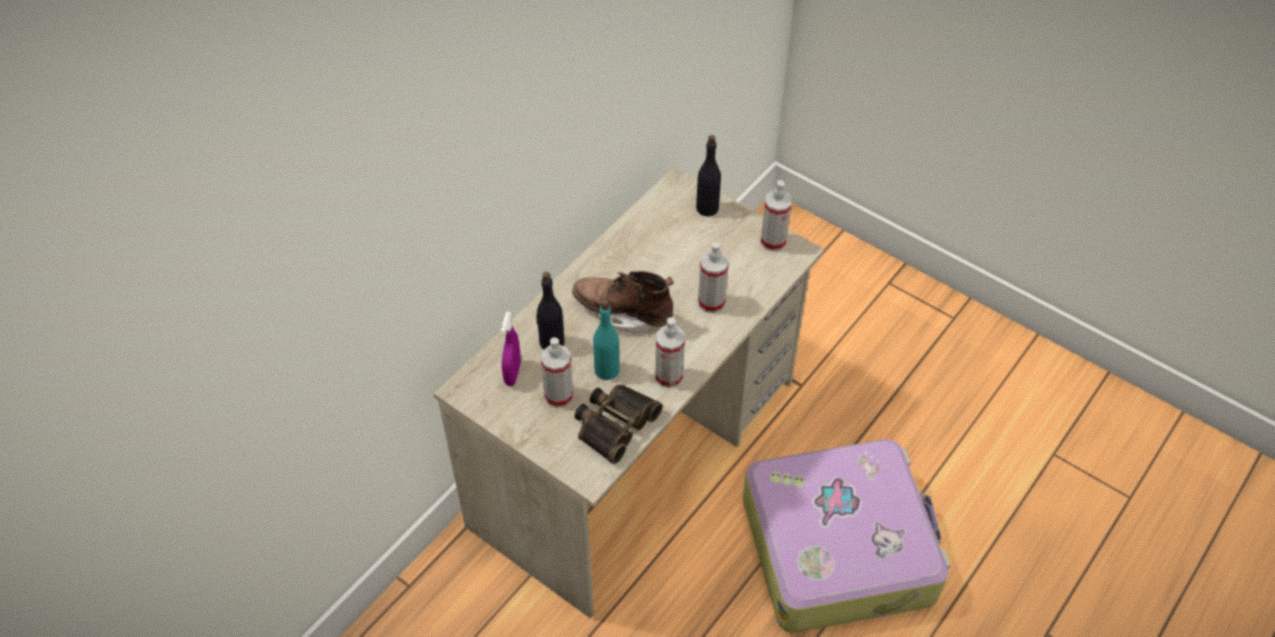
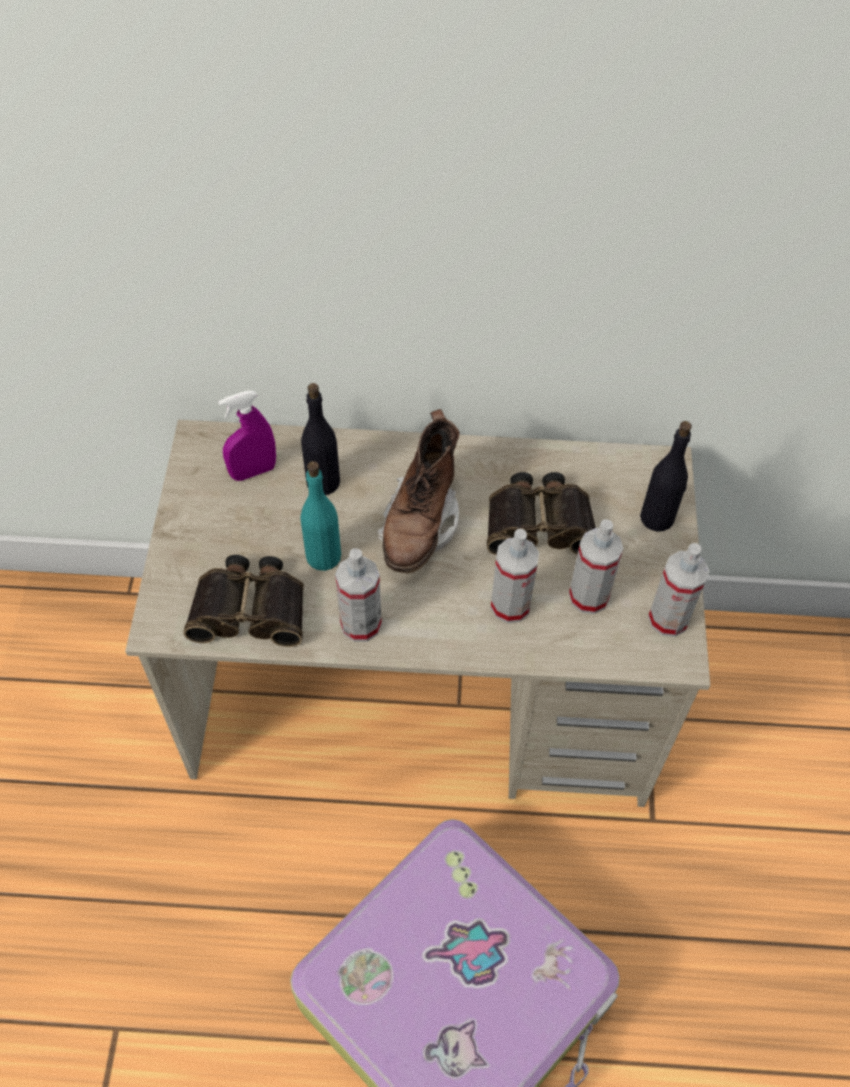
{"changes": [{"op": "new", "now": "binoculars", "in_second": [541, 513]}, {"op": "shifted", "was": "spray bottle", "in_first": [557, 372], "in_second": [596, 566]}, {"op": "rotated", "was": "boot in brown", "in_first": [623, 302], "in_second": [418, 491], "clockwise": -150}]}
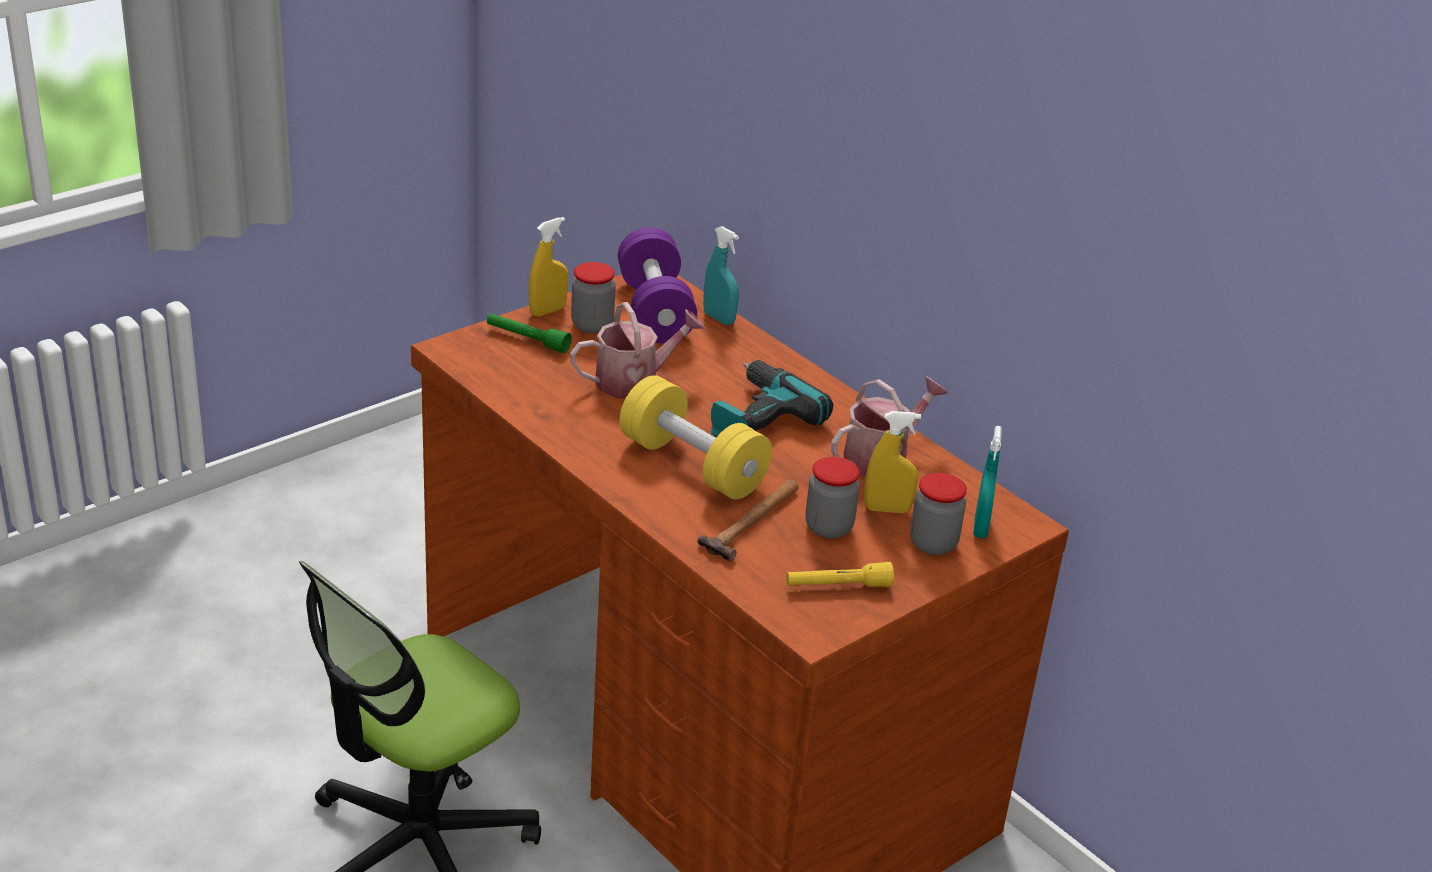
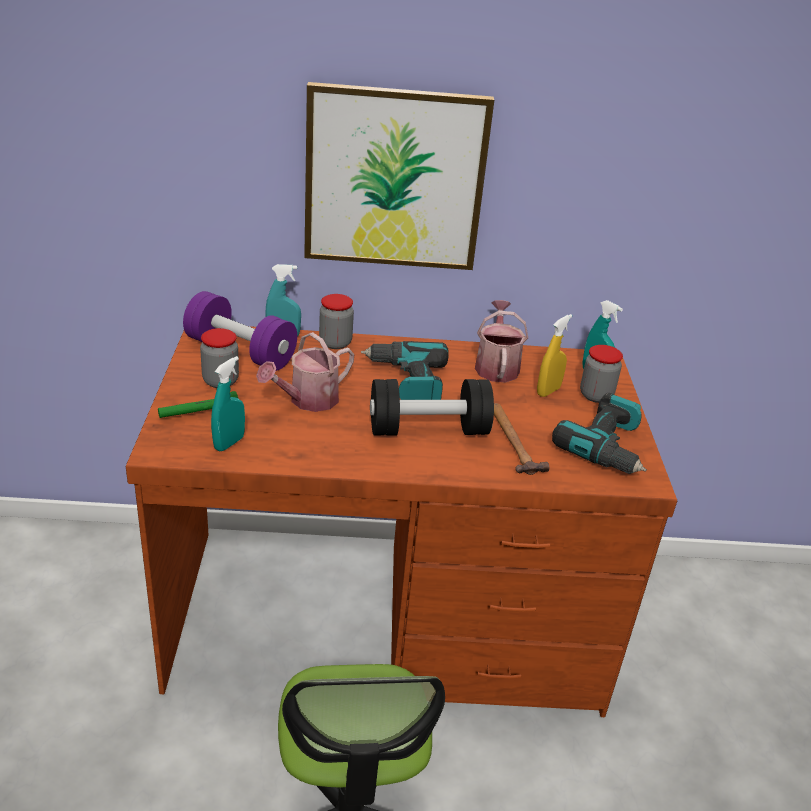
{"changes": [{"op": "gone", "was": "spray bottle in yellow", "in_first": [548, 266]}, {"op": "new", "now": "spray bottle in turquoise", "in_second": [228, 403]}, {"op": "new", "now": "picture", "in_second": [399, 176]}, {"op": "shifted", "was": "jar", "in_first": [833, 498], "in_second": [336, 321]}, {"op": "swapped", "was": "flashlight in yellow", "now": "power drill", "in_first": [840, 574], "in_second": [599, 433]}, {"op": "repainted", "was": "dumbbell in yellow", "now": "dumbbell in black", "in_first": [695, 437], "in_second": [432, 407]}, {"op": "rotated", "was": "watering can", "in_first": [637, 350], "in_second": [305, 372], "clockwise": -150}]}
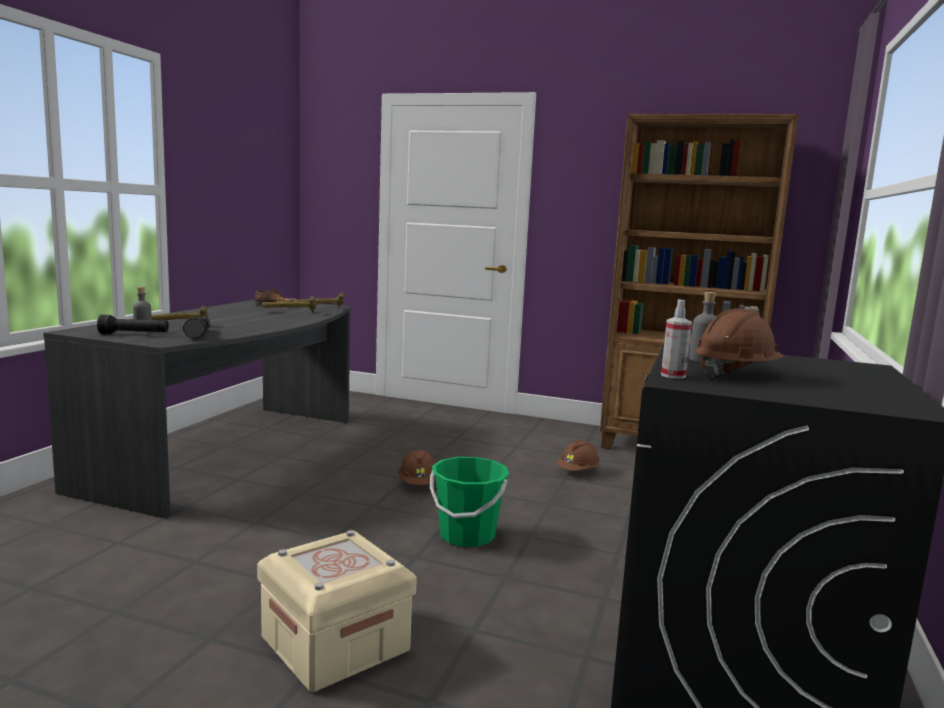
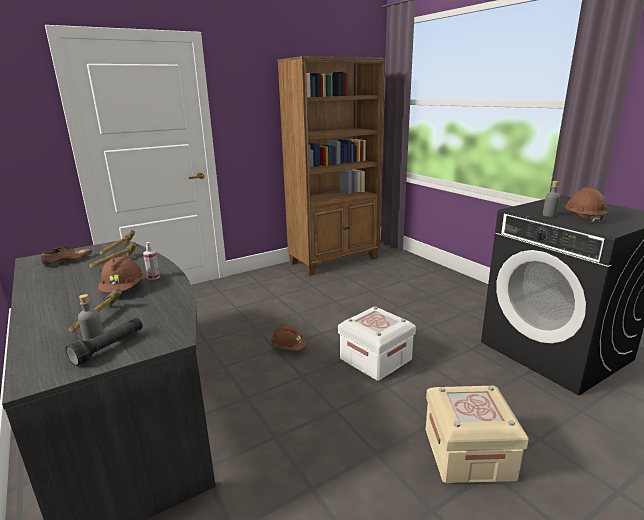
{"changes": [{"op": "gone", "was": "flashlight", "in_first": [196, 327]}, {"op": "shifted", "was": "hard hat in brown", "in_first": [578, 455], "in_second": [120, 274]}, {"op": "shifted", "was": "spray bottle", "in_first": [676, 339], "in_second": [151, 261]}, {"op": "swapped", "was": "bucket in green", "now": "storage box in white", "in_first": [469, 502], "in_second": [377, 343]}]}
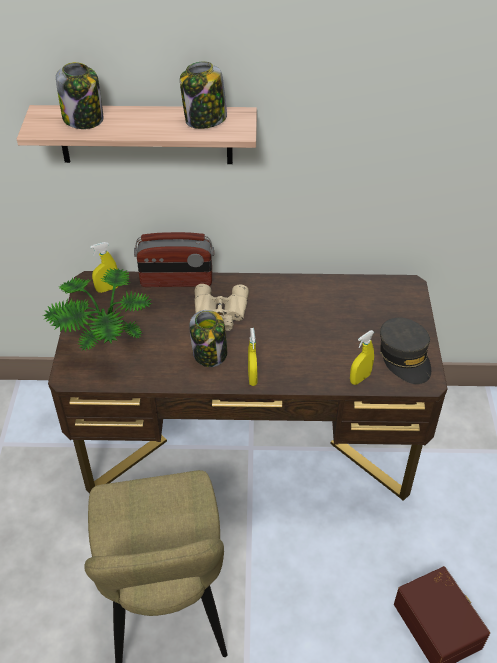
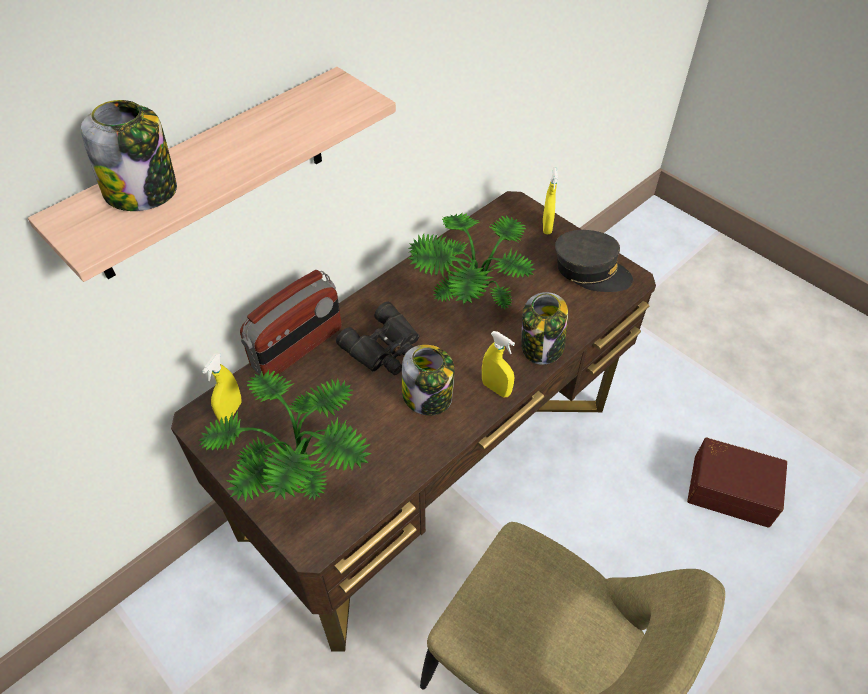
{"changes": [{"op": "new", "now": "potted plant", "in_second": [471, 261]}, {"op": "shifted", "was": "jar", "in_first": [203, 95], "in_second": [544, 328]}, {"op": "shifted", "was": "spray bottle in yellow", "in_first": [362, 357], "in_second": [550, 200]}, {"op": "repainted", "was": "binoculars in beige", "now": "binoculars in black", "in_first": [222, 307], "in_second": [377, 338]}]}
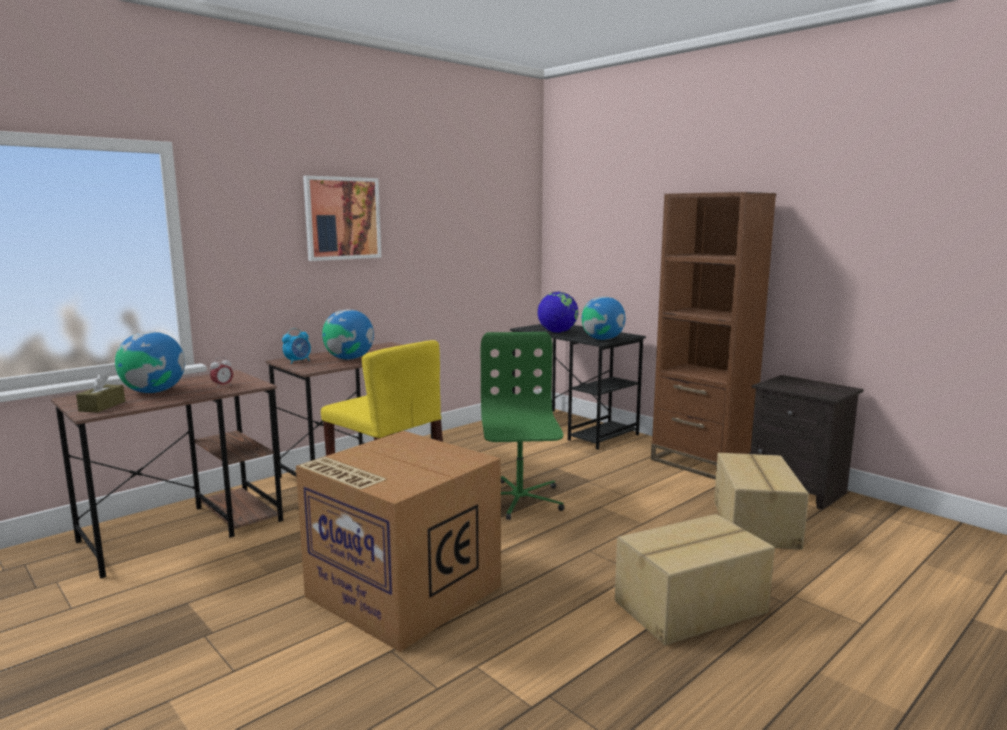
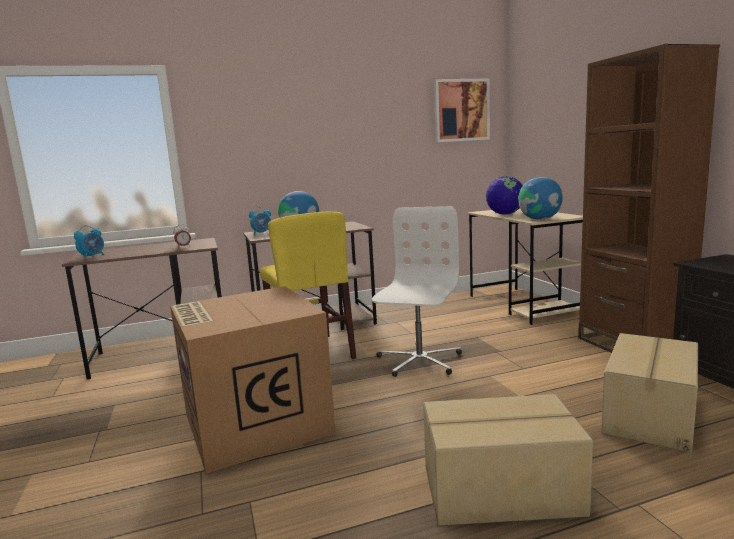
{"changes": [{"op": "gone", "was": "globe", "in_first": [150, 362]}, {"op": "shifted", "was": "picture", "in_first": [342, 218], "in_second": [462, 110]}, {"op": "swapped", "was": "tissue box in brown", "now": "alarm clock", "in_first": [100, 392], "in_second": [89, 242]}, {"op": "repainted", "was": "office chair in green", "now": "office chair in white", "in_first": [523, 426], "in_second": [417, 291]}, {"op": "repainted", "was": "desk in black", "now": "desk in beige", "in_first": [578, 387], "in_second": [525, 266]}]}
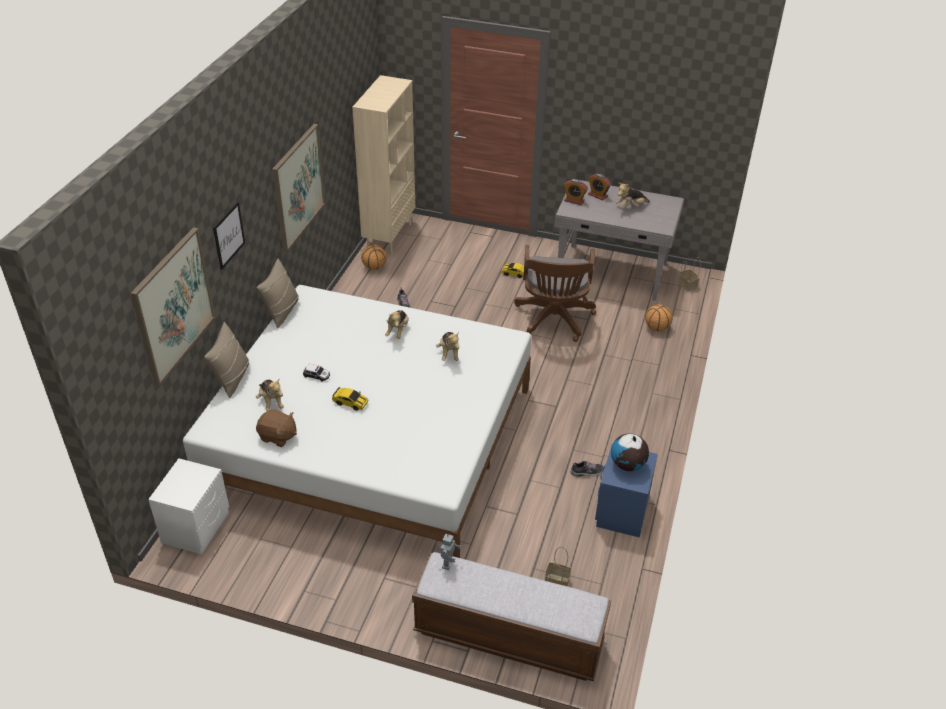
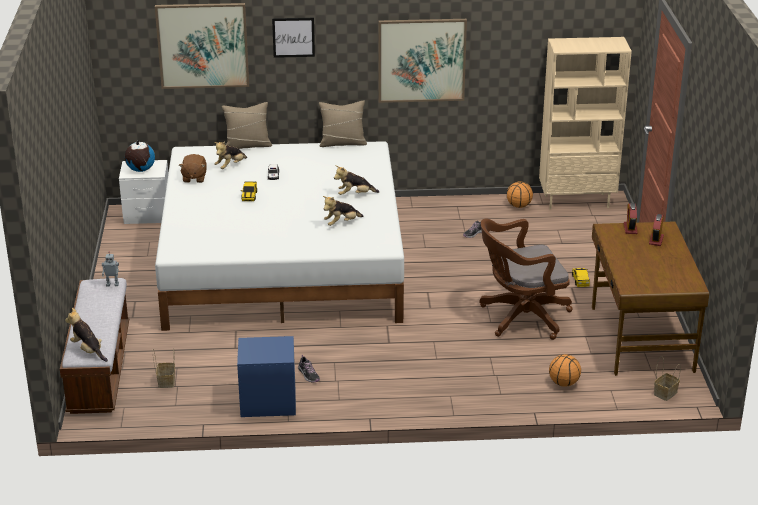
{"changes": [{"op": "shifted", "was": "globe", "in_first": [630, 452], "in_second": [140, 156]}, {"op": "shifted", "was": "plush toy", "in_first": [632, 196], "in_second": [86, 335]}, {"op": "repainted", "was": "desk in grey", "now": "desk in brown", "in_first": [619, 240], "in_second": [650, 298]}]}
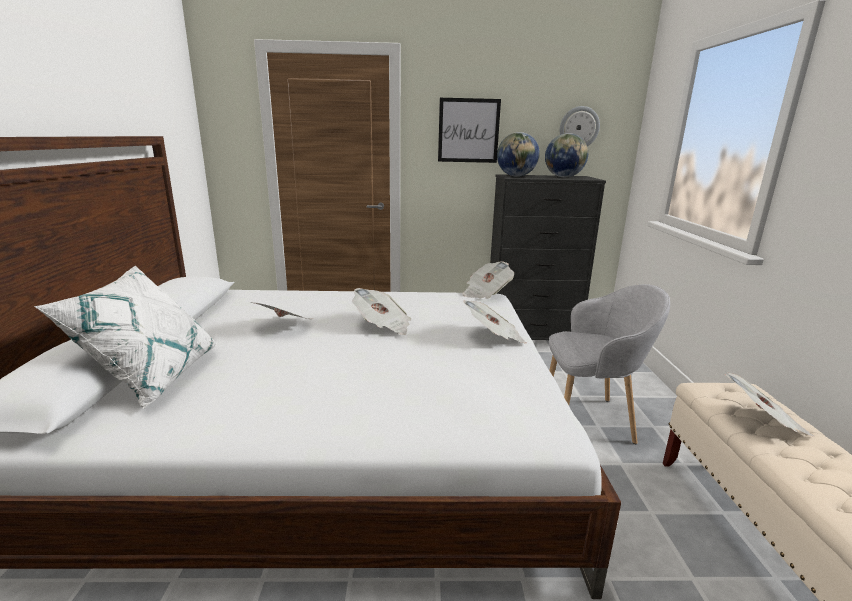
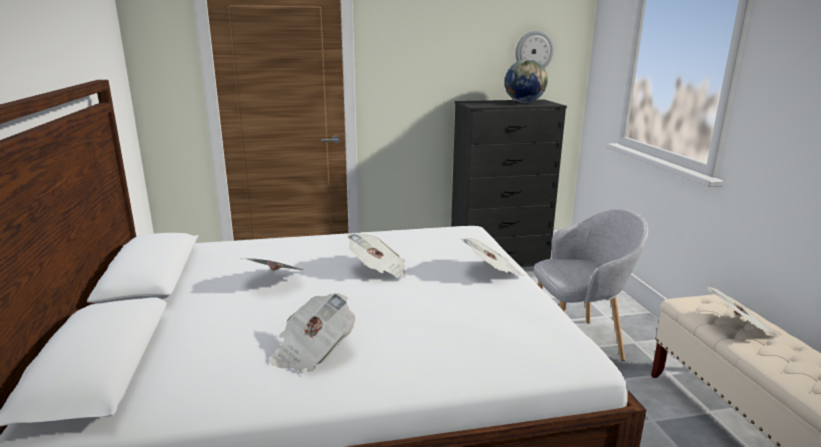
{"changes": [{"op": "gone", "was": "pillow in white", "in_first": [125, 337]}, {"op": "gone", "was": "picture", "in_first": [469, 130]}, {"op": "gone", "was": "globe", "in_first": [518, 154]}, {"op": "shifted", "was": "newspaper", "in_first": [488, 280], "in_second": [312, 332]}]}
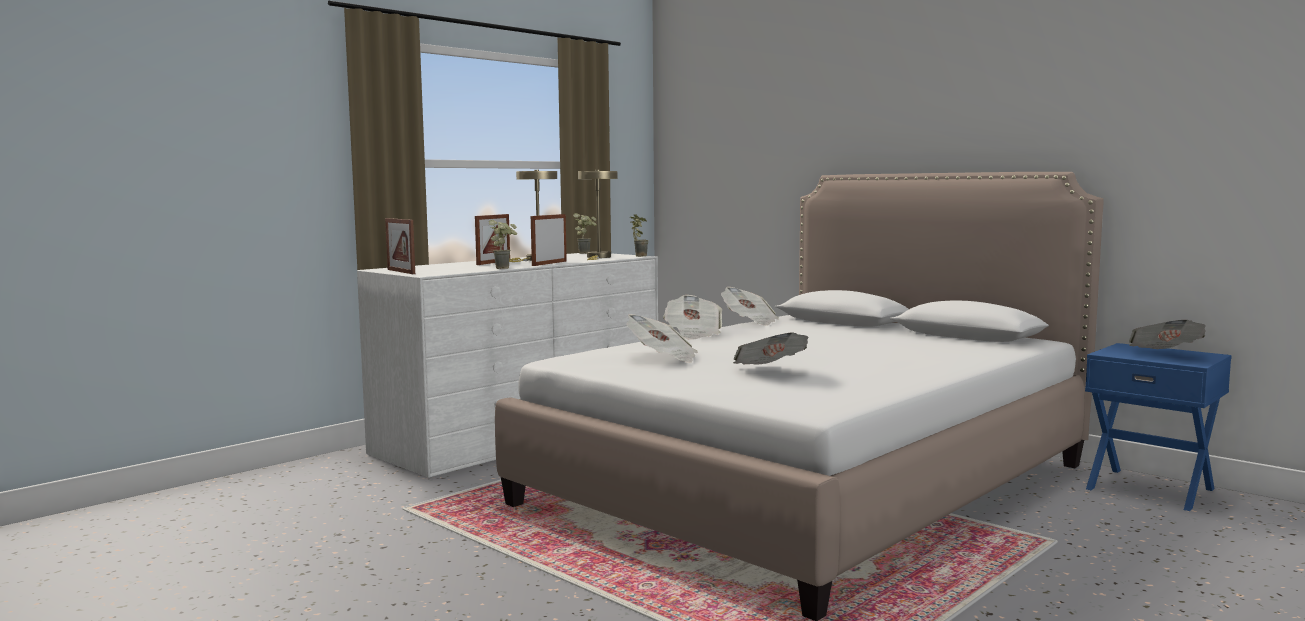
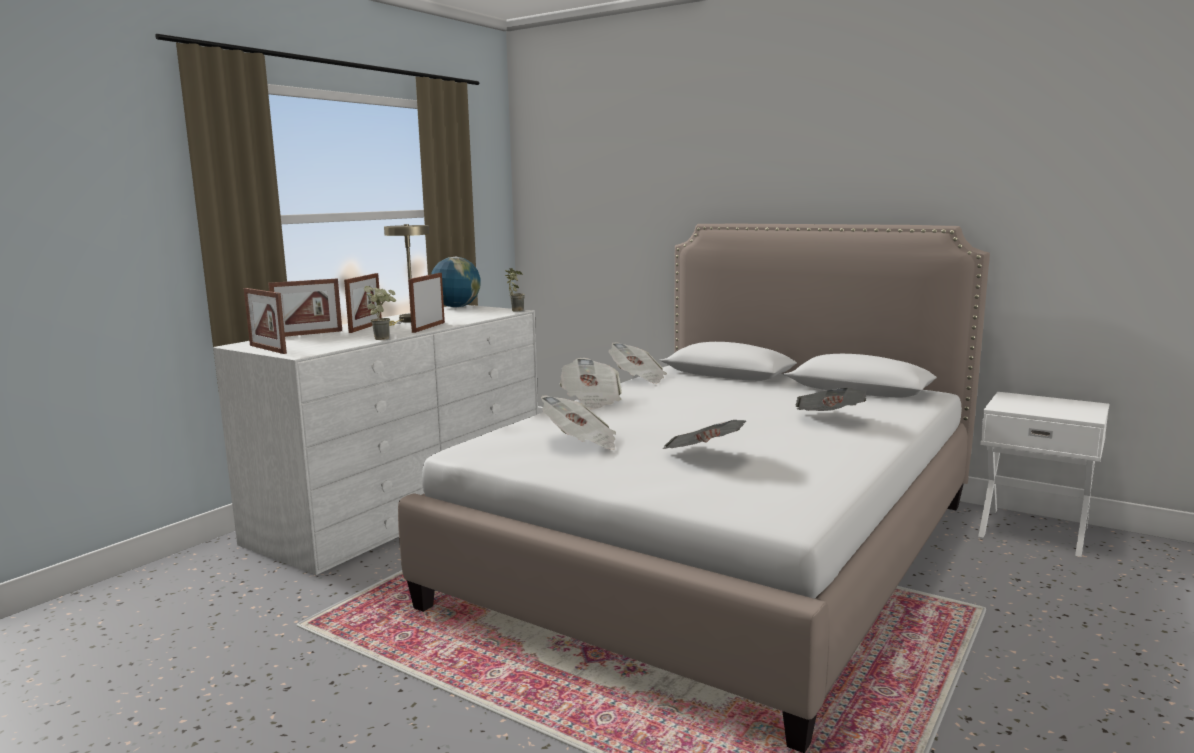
{"changes": [{"op": "gone", "was": "table lamp in beige", "in_first": [598, 215]}, {"op": "new", "now": "picture frame", "in_second": [305, 308]}, {"op": "shifted", "was": "newspaper", "in_first": [1167, 334], "in_second": [830, 399]}, {"op": "swapped", "was": "potted plant", "now": "globe", "in_first": [585, 233], "in_second": [456, 282]}, {"op": "repainted", "was": "nightstand in blue", "now": "nightstand in white", "in_first": [1158, 427], "in_second": [1043, 474]}]}
